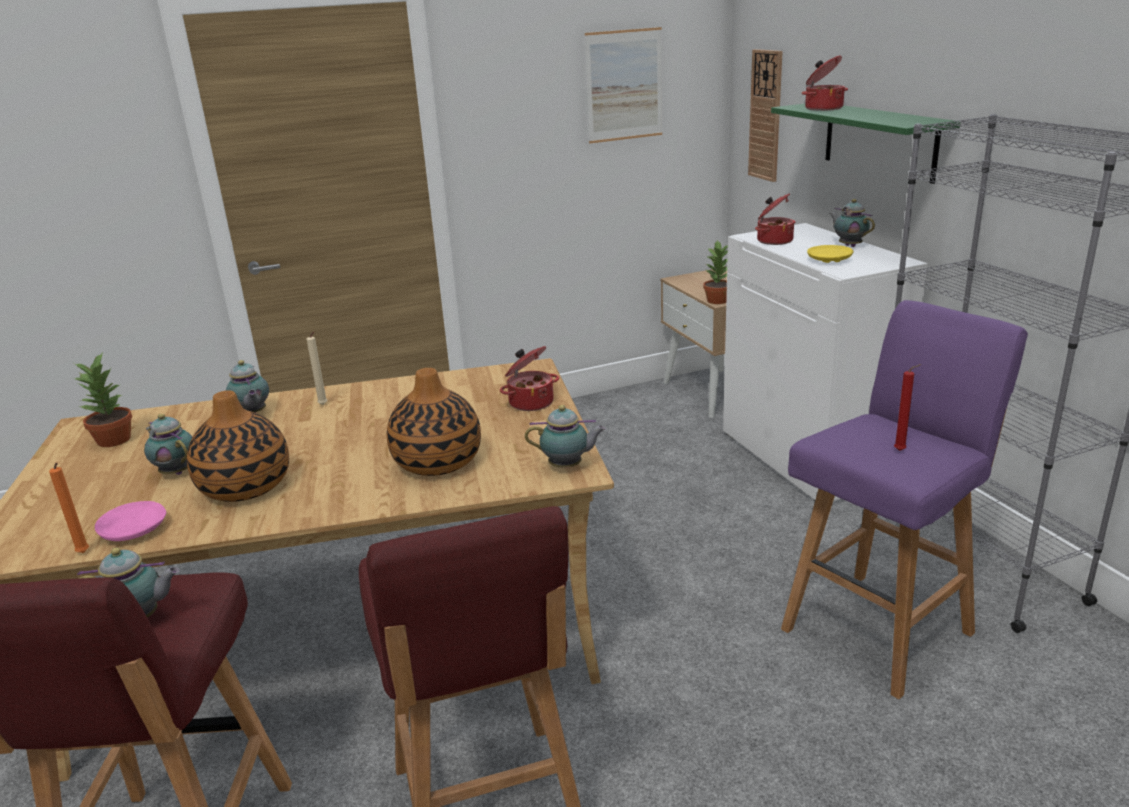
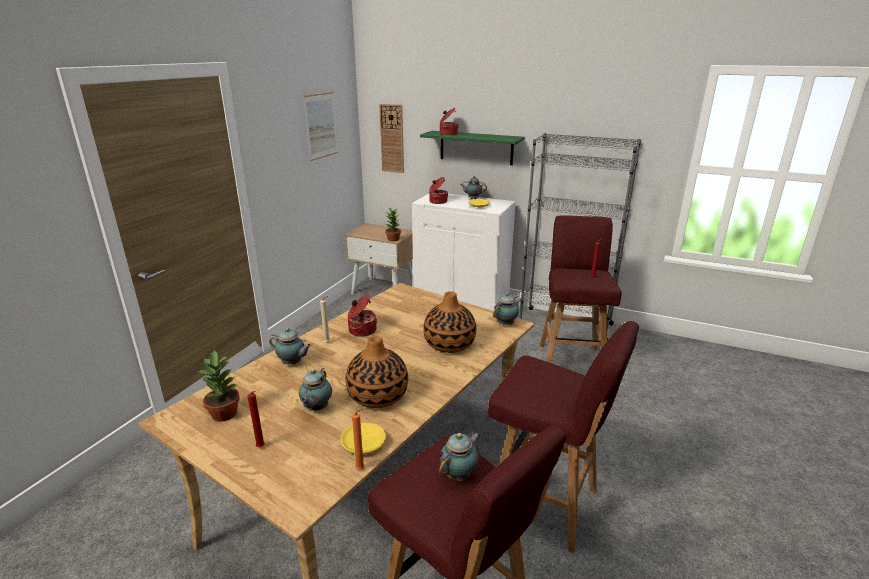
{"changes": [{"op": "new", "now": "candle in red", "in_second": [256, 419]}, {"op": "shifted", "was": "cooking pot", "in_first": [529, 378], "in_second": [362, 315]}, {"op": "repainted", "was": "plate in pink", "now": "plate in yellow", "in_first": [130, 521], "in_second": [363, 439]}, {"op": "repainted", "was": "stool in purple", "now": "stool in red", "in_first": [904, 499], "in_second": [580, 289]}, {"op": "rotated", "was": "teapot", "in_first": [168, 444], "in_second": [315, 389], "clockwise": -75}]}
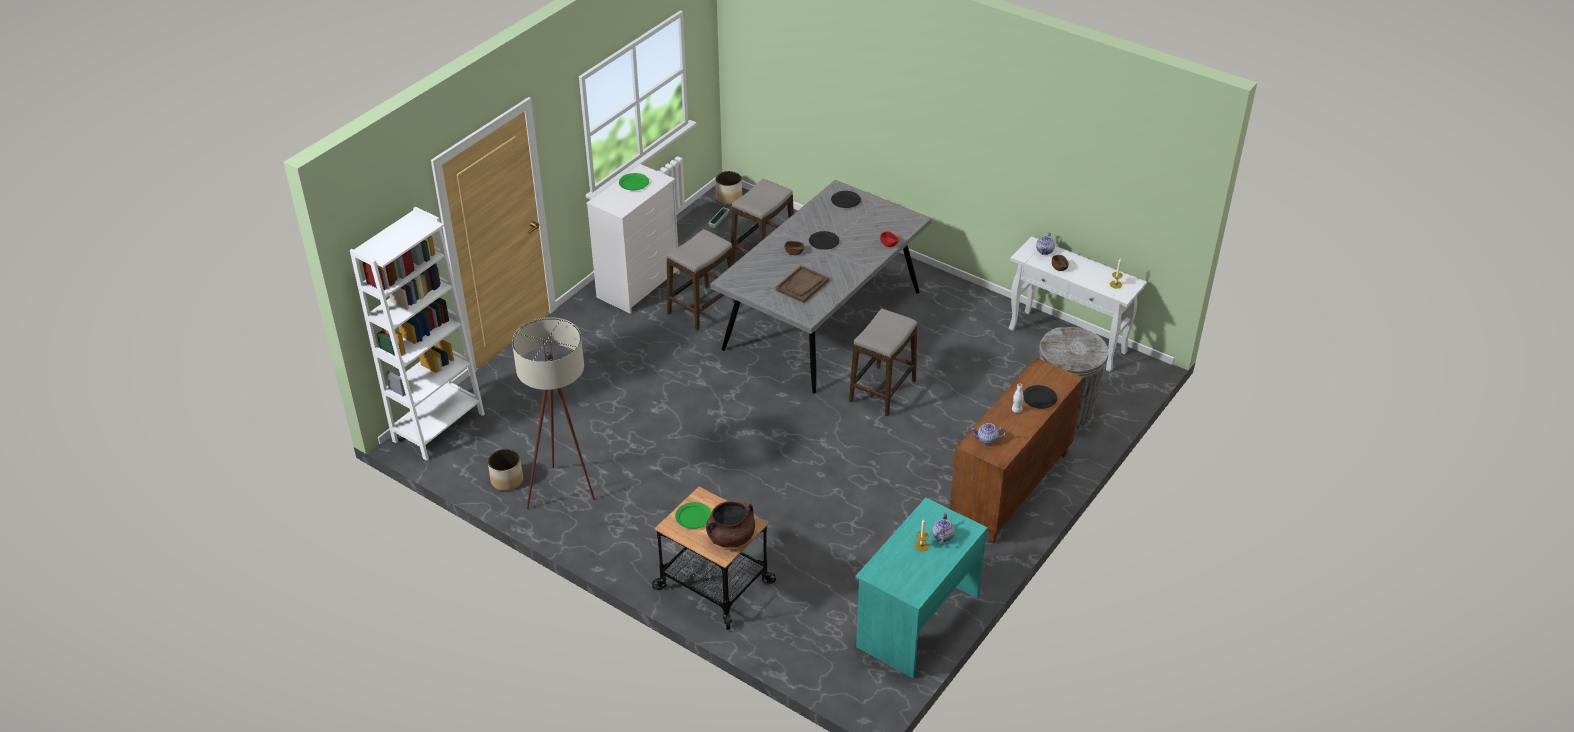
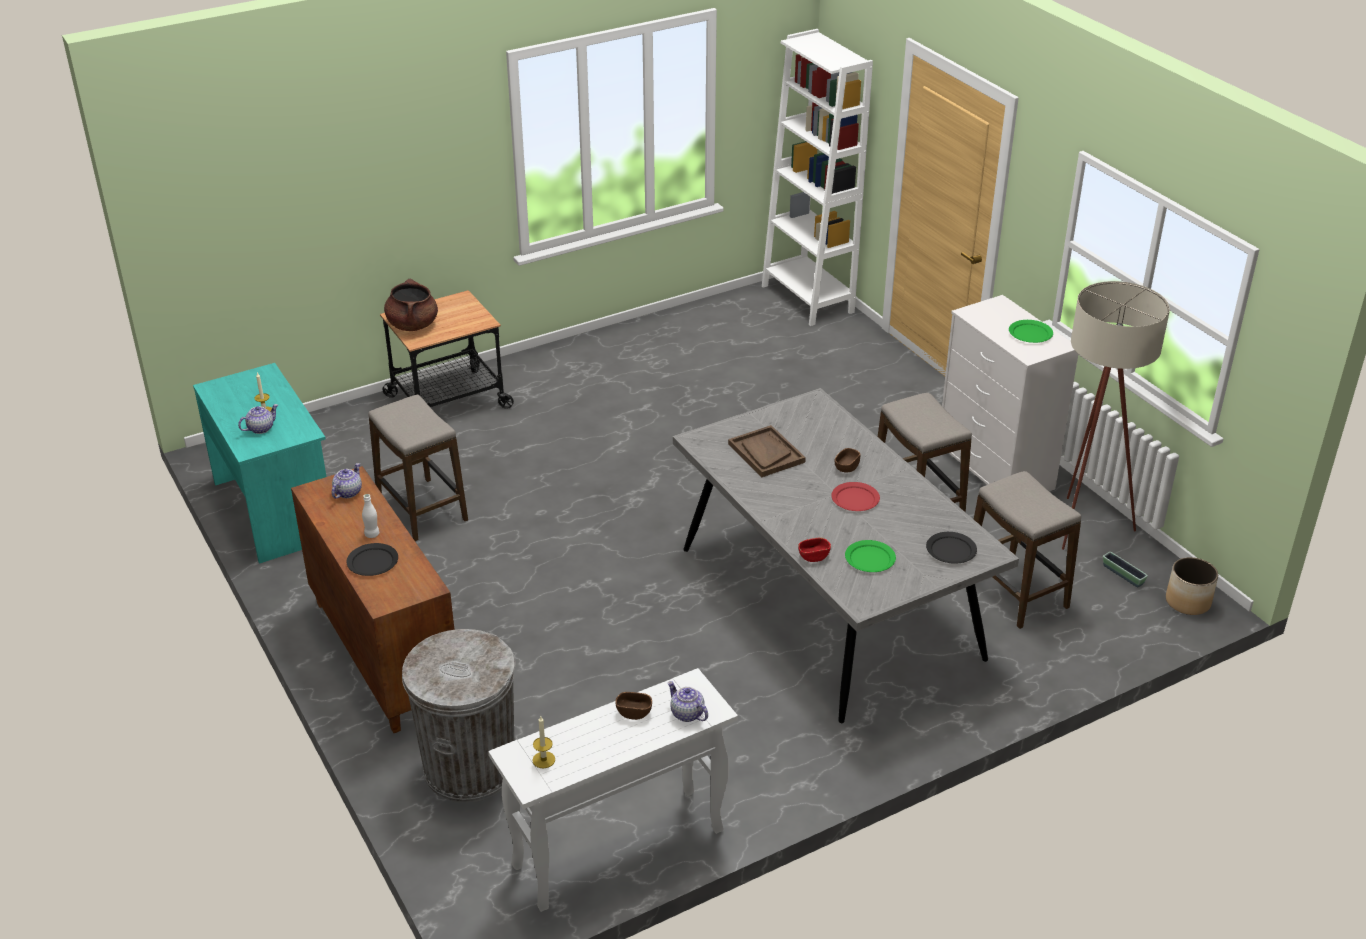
{"changes": [{"op": "gone", "was": "planter", "in_first": [505, 470]}, {"op": "shifted", "was": "floor lamp in beige", "in_first": [553, 413], "in_second": [1116, 415]}, {"op": "shifted", "was": "plate in green", "in_first": [693, 515], "in_second": [870, 556]}, {"op": "shifted", "was": "stool", "in_first": [883, 363], "in_second": [418, 467]}, {"op": "repainted", "was": "plate in black", "now": "plate in red", "in_first": [824, 240], "in_second": [855, 496]}, {"op": "rotated", "was": "teapot", "in_first": [943, 528], "in_second": [258, 419], "clockwise": -75}]}
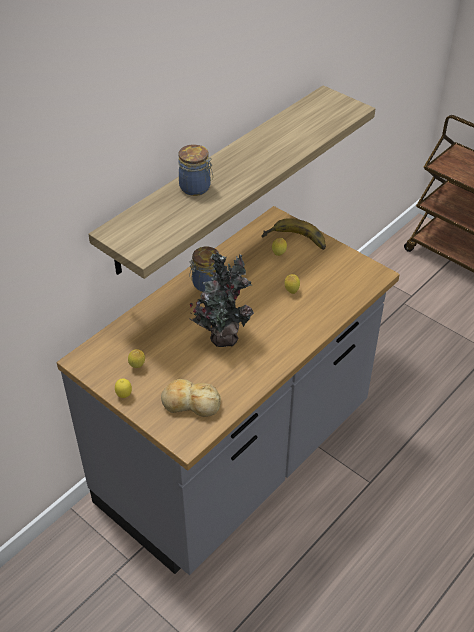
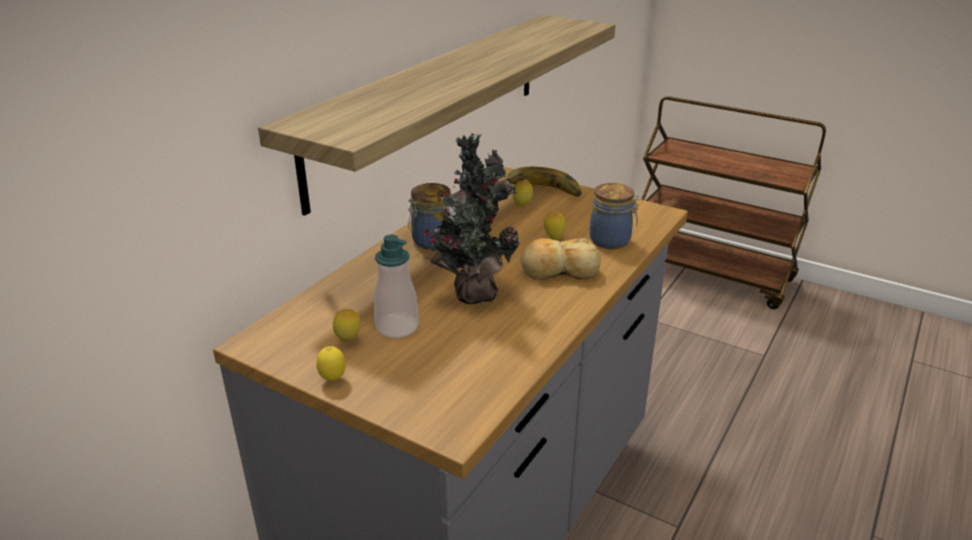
{"changes": [{"op": "new", "now": "soap dispenser", "in_second": [396, 286]}, {"op": "shifted", "was": "bread", "in_first": [191, 398], "in_second": [560, 259]}, {"op": "shifted", "was": "jar", "in_first": [195, 170], "in_second": [615, 216]}]}
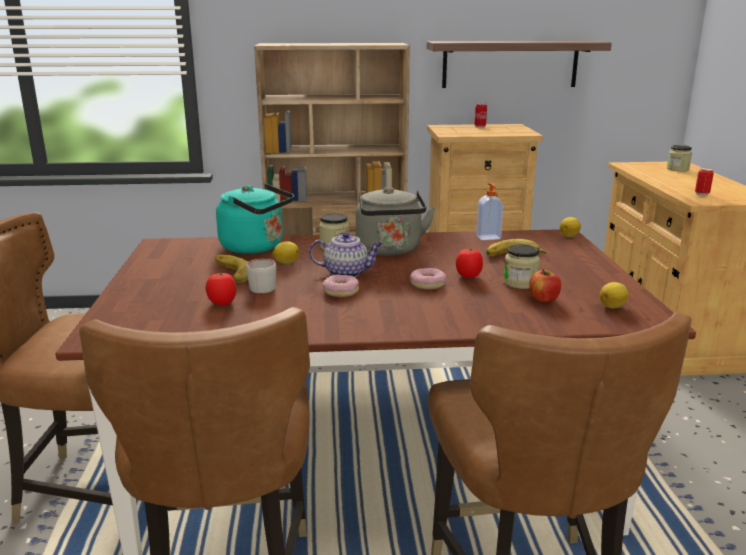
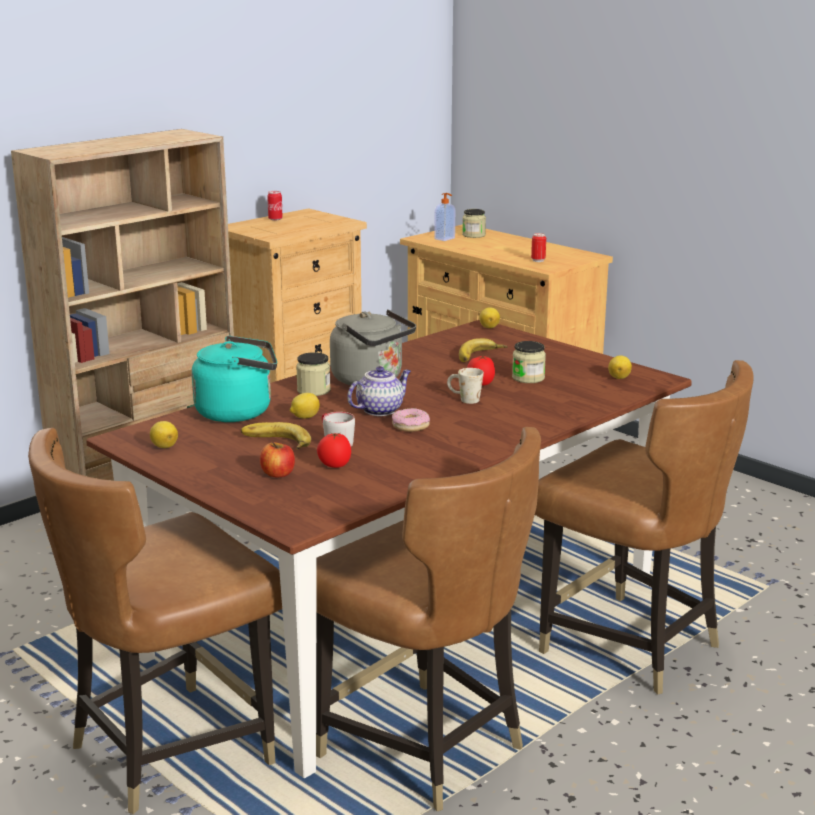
{"changes": [{"op": "gone", "was": "shelf", "in_first": [519, 64]}, {"op": "new", "now": "lemon", "in_second": [164, 434]}, {"op": "shifted", "was": "soap dispenser", "in_first": [490, 211], "in_second": [444, 217]}, {"op": "shifted", "was": "apple", "in_first": [545, 285], "in_second": [277, 459]}, {"op": "swapped", "was": "donut", "now": "mug in white", "in_first": [428, 279], "in_second": [465, 386]}]}
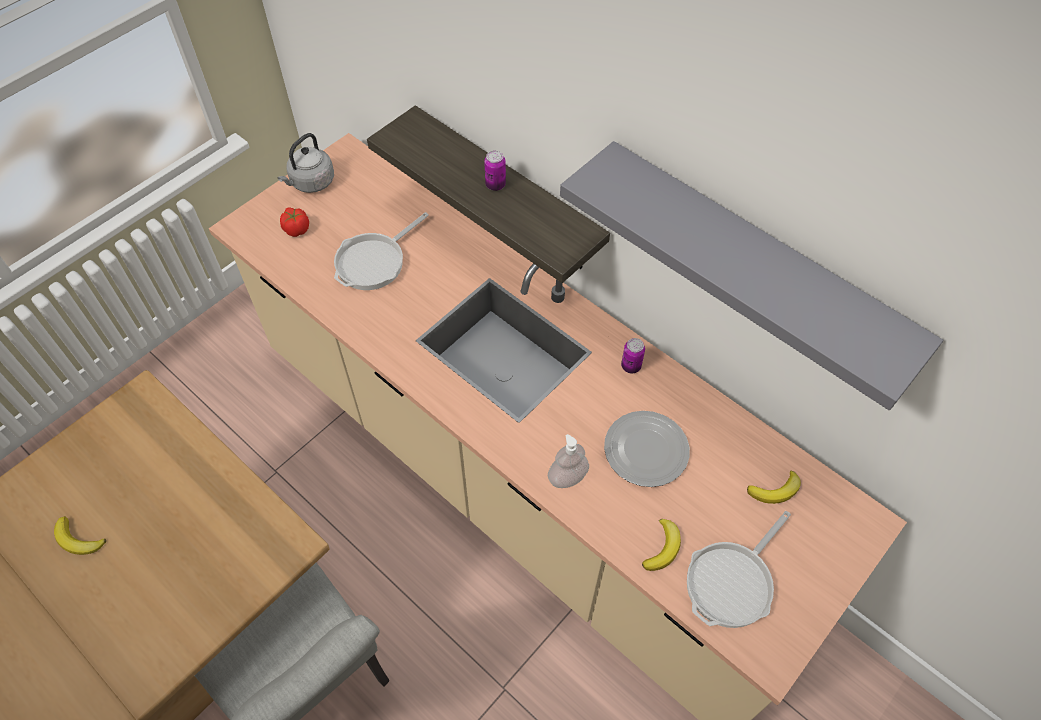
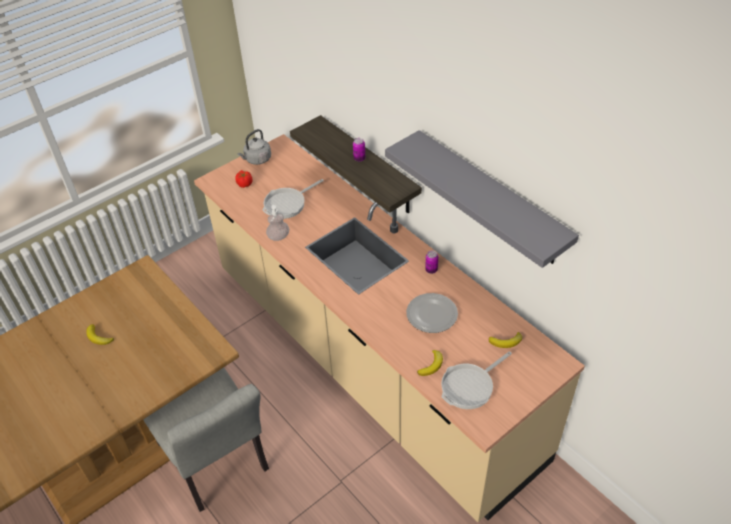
{"changes": [{"op": "shifted", "was": "soap dispenser", "in_first": [568, 461], "in_second": [277, 222]}]}
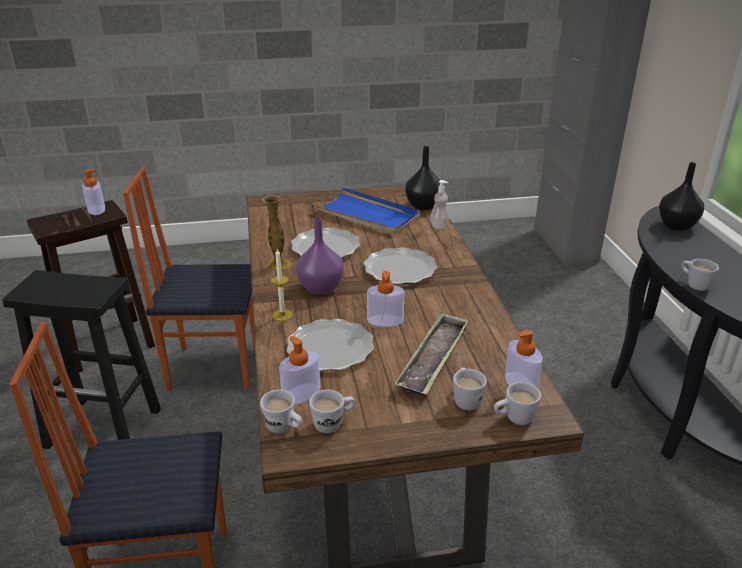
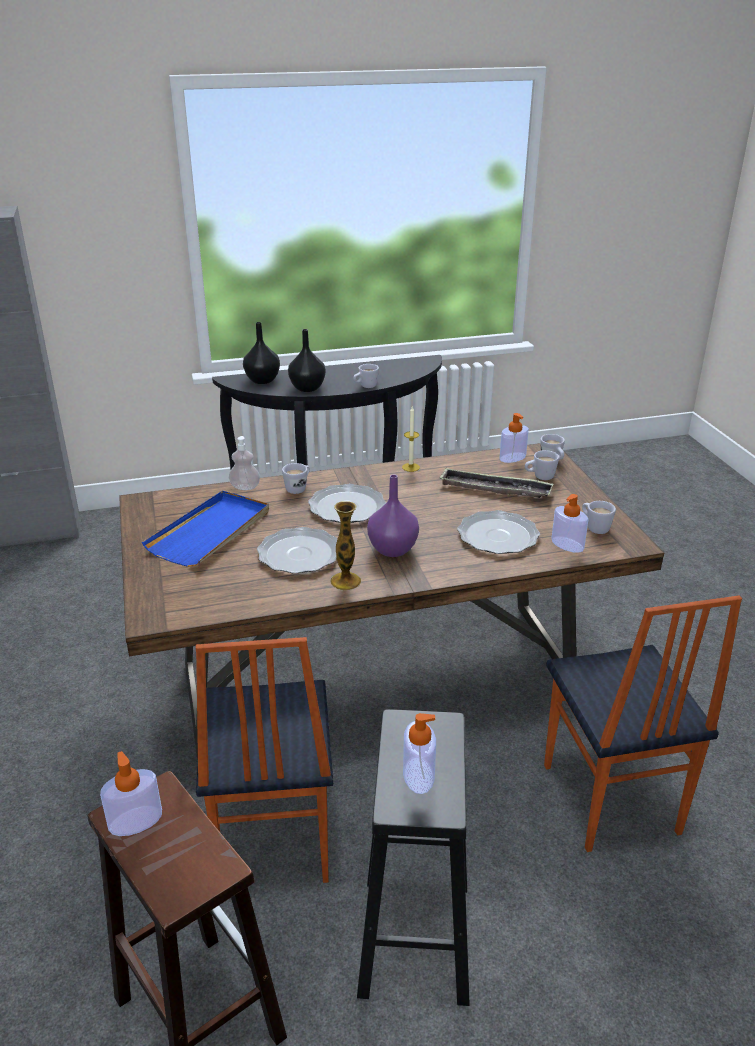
{"changes": [{"op": "shifted", "was": "mug in white", "in_first": [281, 411], "in_second": [296, 478]}, {"op": "shifted", "was": "candle", "in_first": [282, 285], "in_second": [411, 439]}, {"op": "shifted", "was": "soap dispenser", "in_first": [385, 299], "in_second": [419, 753]}, {"op": "shifted", "was": "vase in black", "in_first": [422, 178], "in_second": [307, 360]}]}
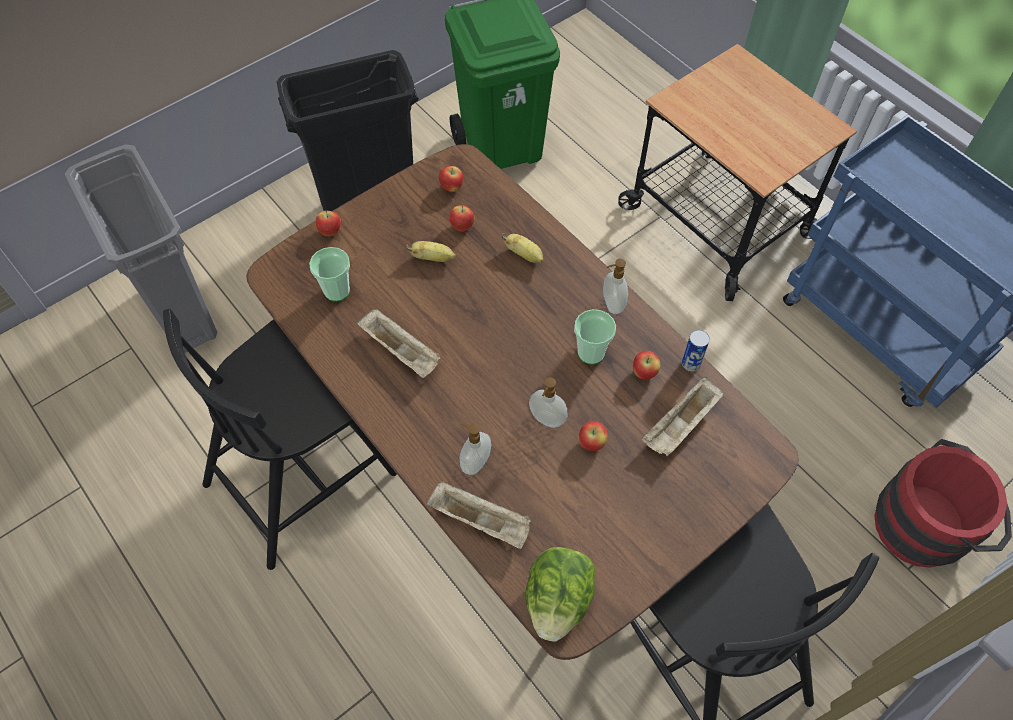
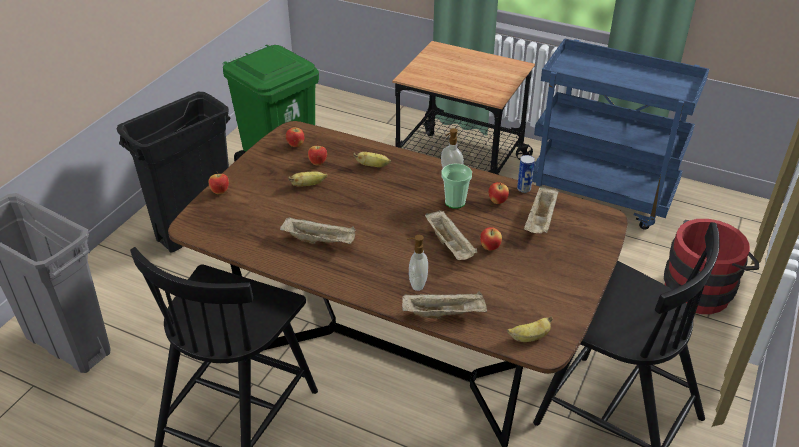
{"changes": [{"op": "gone", "was": "cup", "in_first": [329, 274]}, {"op": "swapped", "was": "lettuce", "now": "banana", "in_first": [560, 594], "in_second": [530, 329]}, {"op": "swapped", "was": "soap dispenser", "now": "tray in beige", "in_first": [548, 403], "in_second": [451, 235]}]}
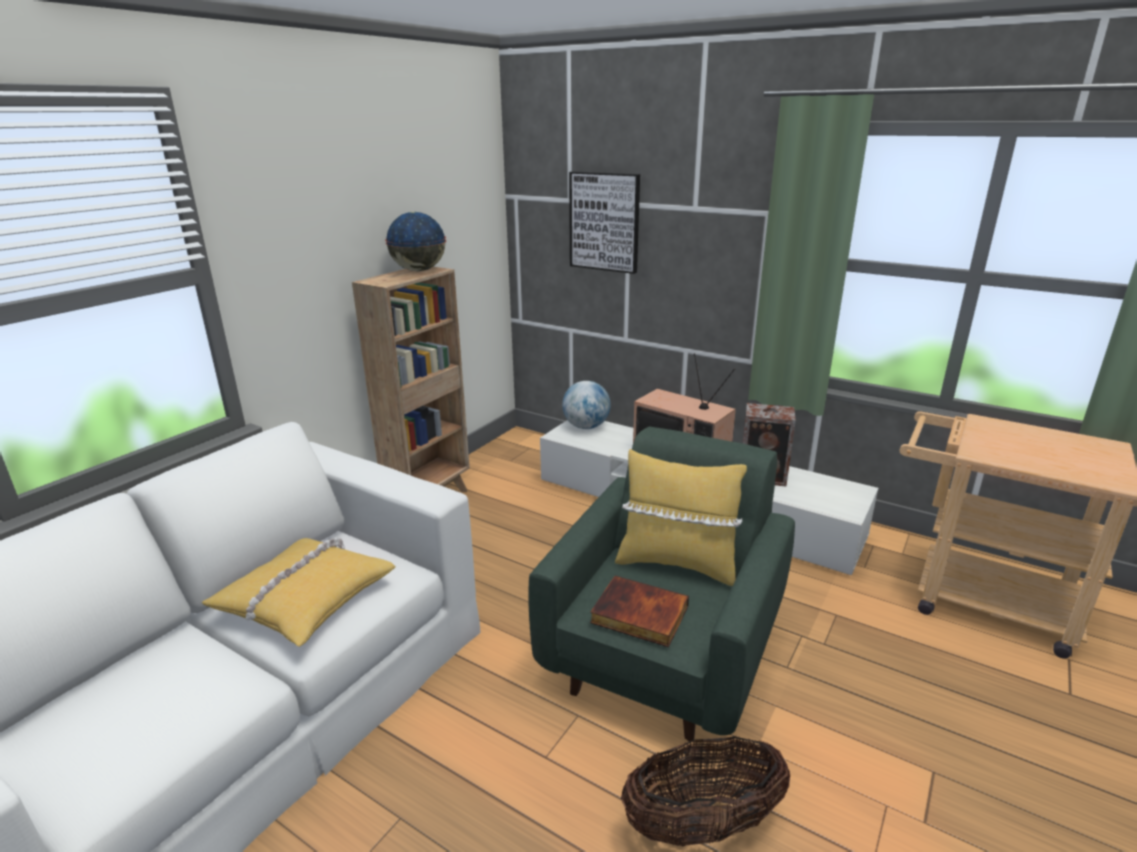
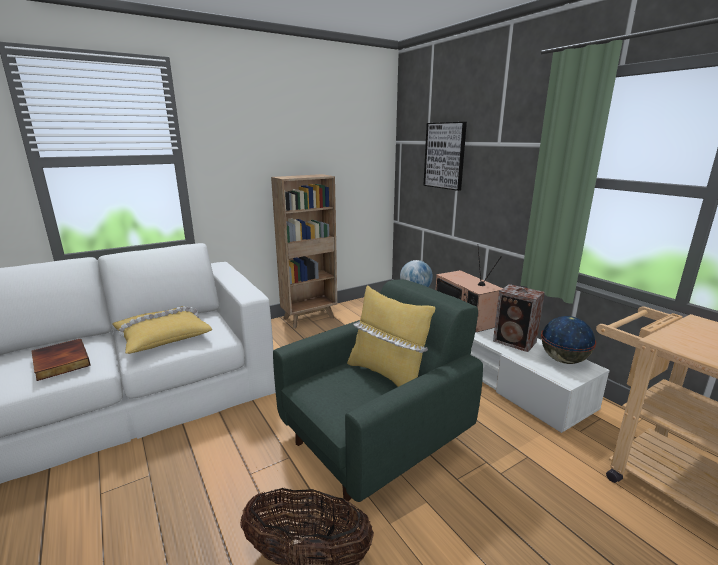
{"changes": [{"op": "shifted", "was": "globe", "in_first": [415, 241], "in_second": [568, 340]}, {"op": "shifted", "was": "book", "in_first": [639, 611], "in_second": [61, 359]}]}
